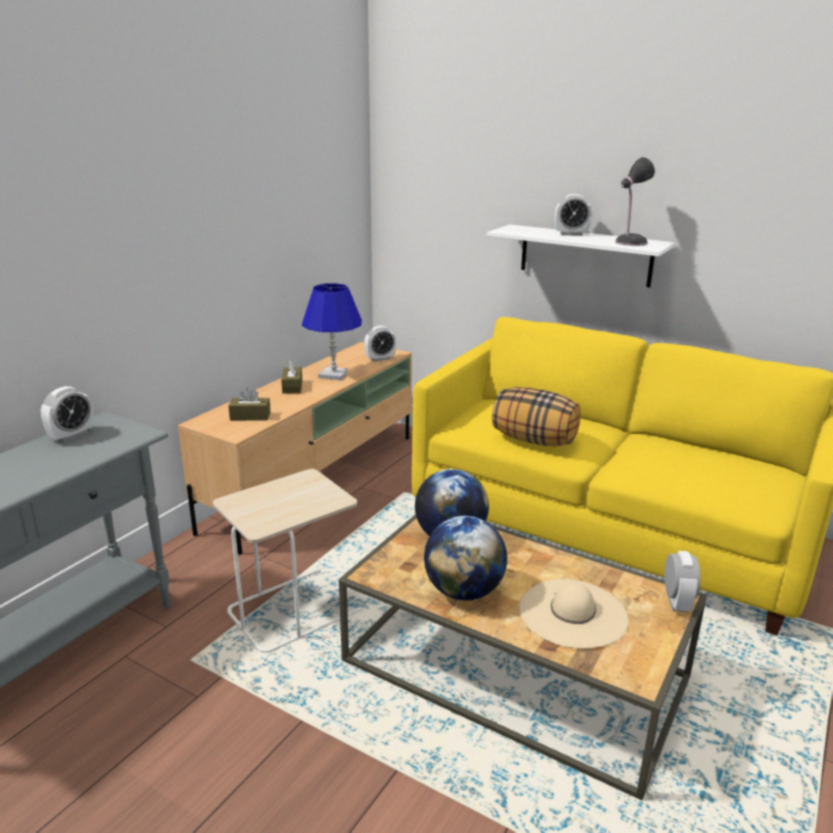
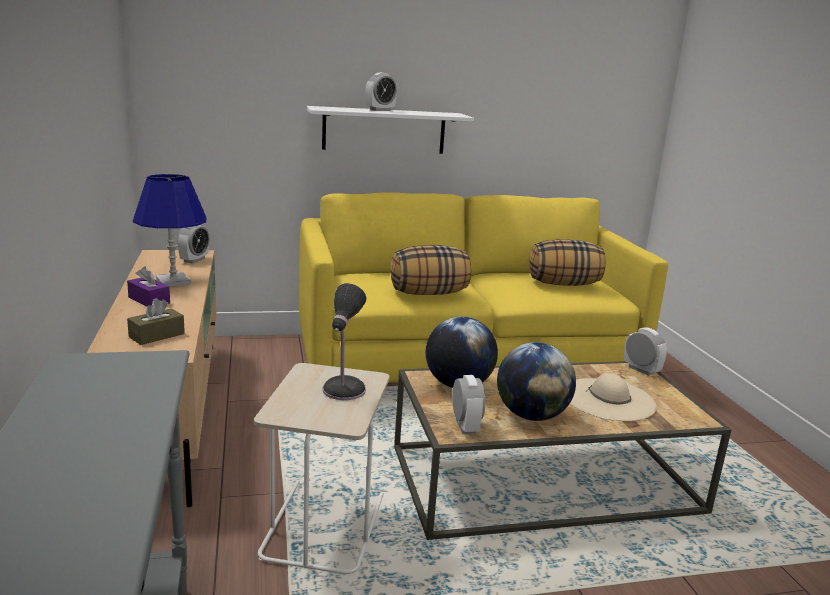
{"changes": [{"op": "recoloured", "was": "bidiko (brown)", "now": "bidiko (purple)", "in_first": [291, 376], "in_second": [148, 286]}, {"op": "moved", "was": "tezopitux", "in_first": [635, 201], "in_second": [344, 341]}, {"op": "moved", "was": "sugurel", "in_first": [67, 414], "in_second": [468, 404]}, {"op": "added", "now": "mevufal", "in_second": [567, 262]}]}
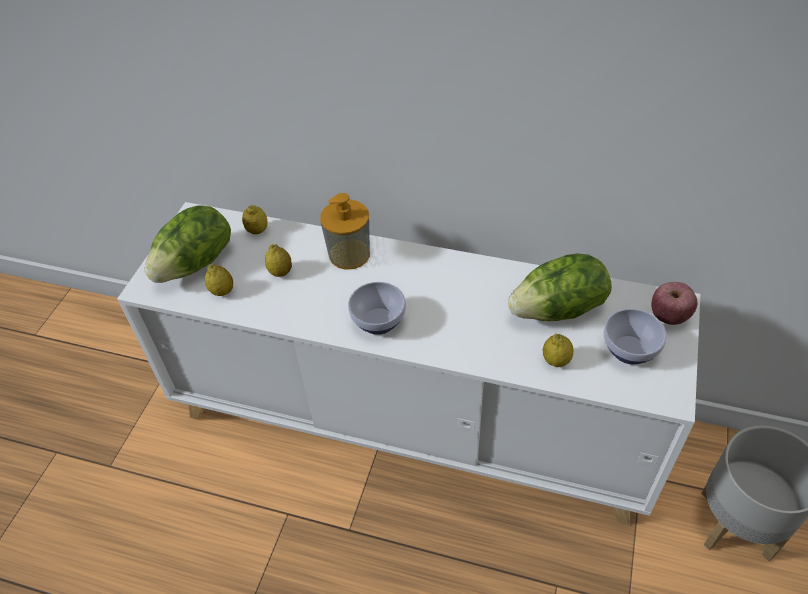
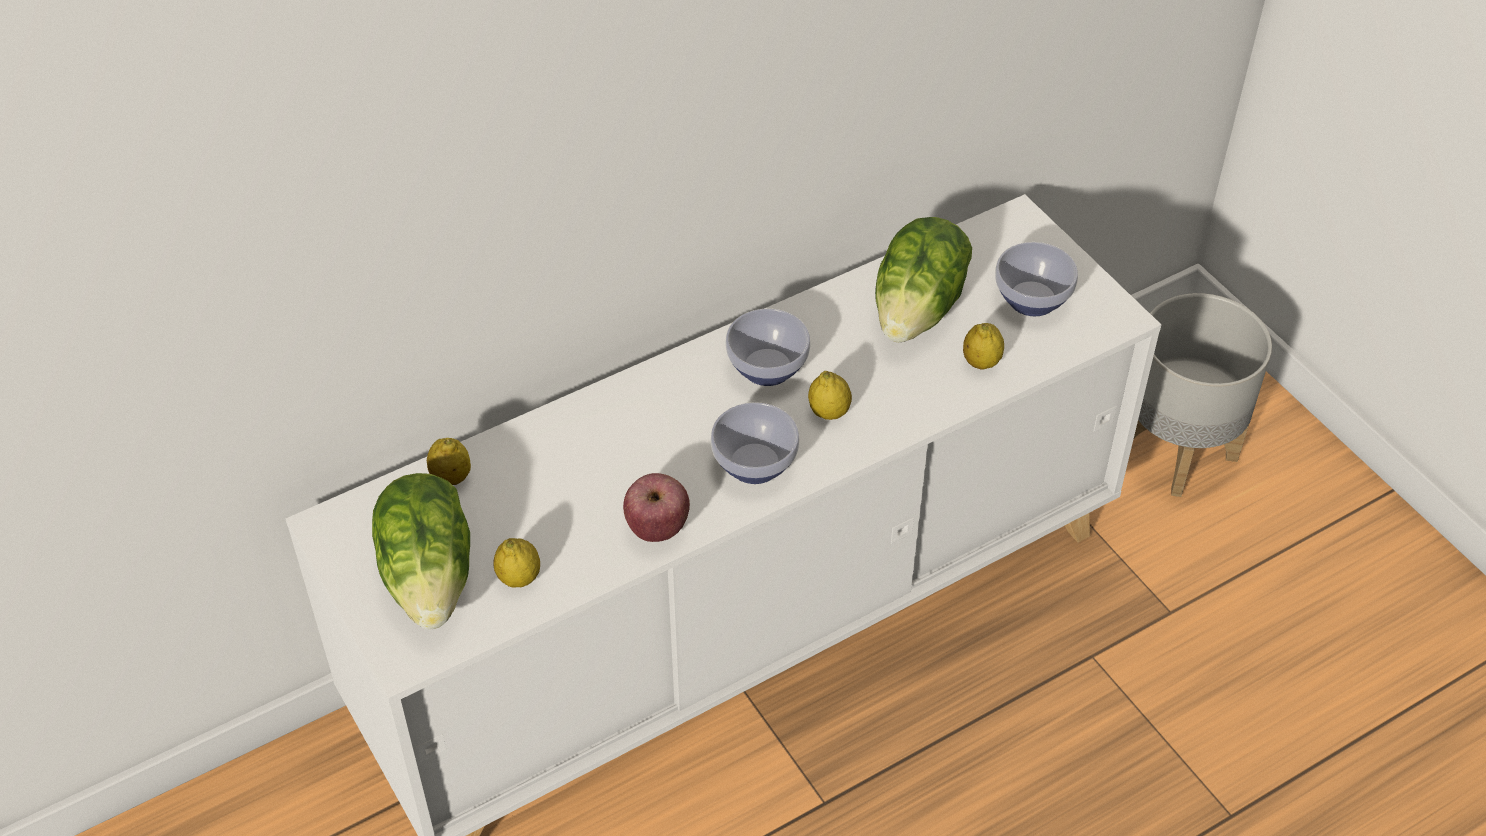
{"changes": [{"op": "moved", "was": "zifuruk", "in_first": [674, 303], "in_second": [656, 507]}, {"op": "added", "now": "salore", "in_second": [768, 347]}, {"op": "moved", "was": "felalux", "in_first": [278, 260], "in_second": [830, 395]}, {"op": "removed", "was": "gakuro", "in_first": [345, 231]}]}
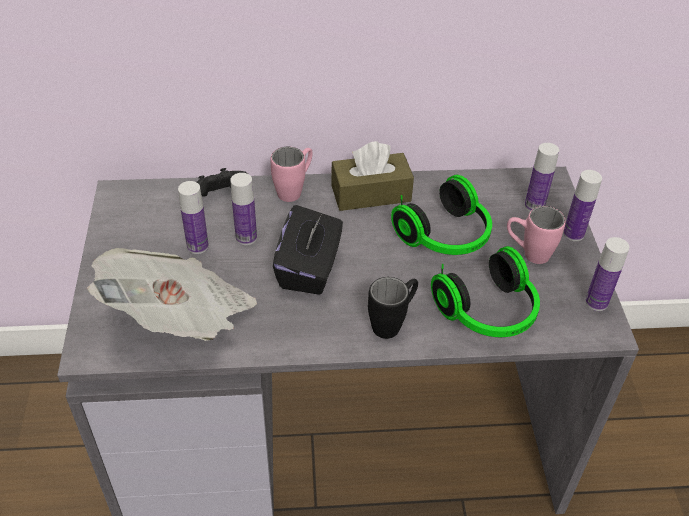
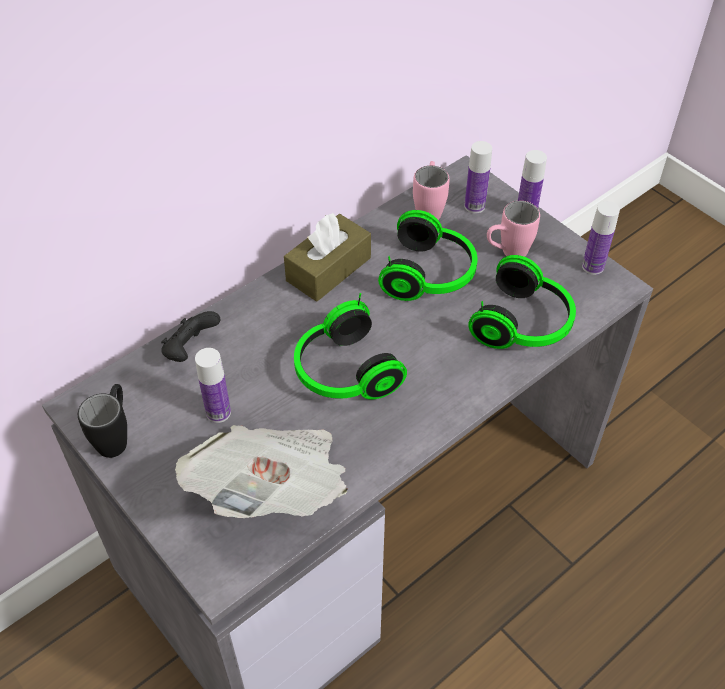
{"changes": [{"op": "moved", "was": "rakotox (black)", "in_first": [393, 308], "in_second": [102, 421]}, {"op": "replaced", "was": "bidiko (black)", "now": "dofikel", "in_first": [308, 250], "in_second": [350, 346]}, {"op": "moved", "was": "rakotox (pink)", "in_first": [292, 174], "in_second": [431, 190]}, {"op": "removed", "was": "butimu", "in_first": [243, 209]}]}
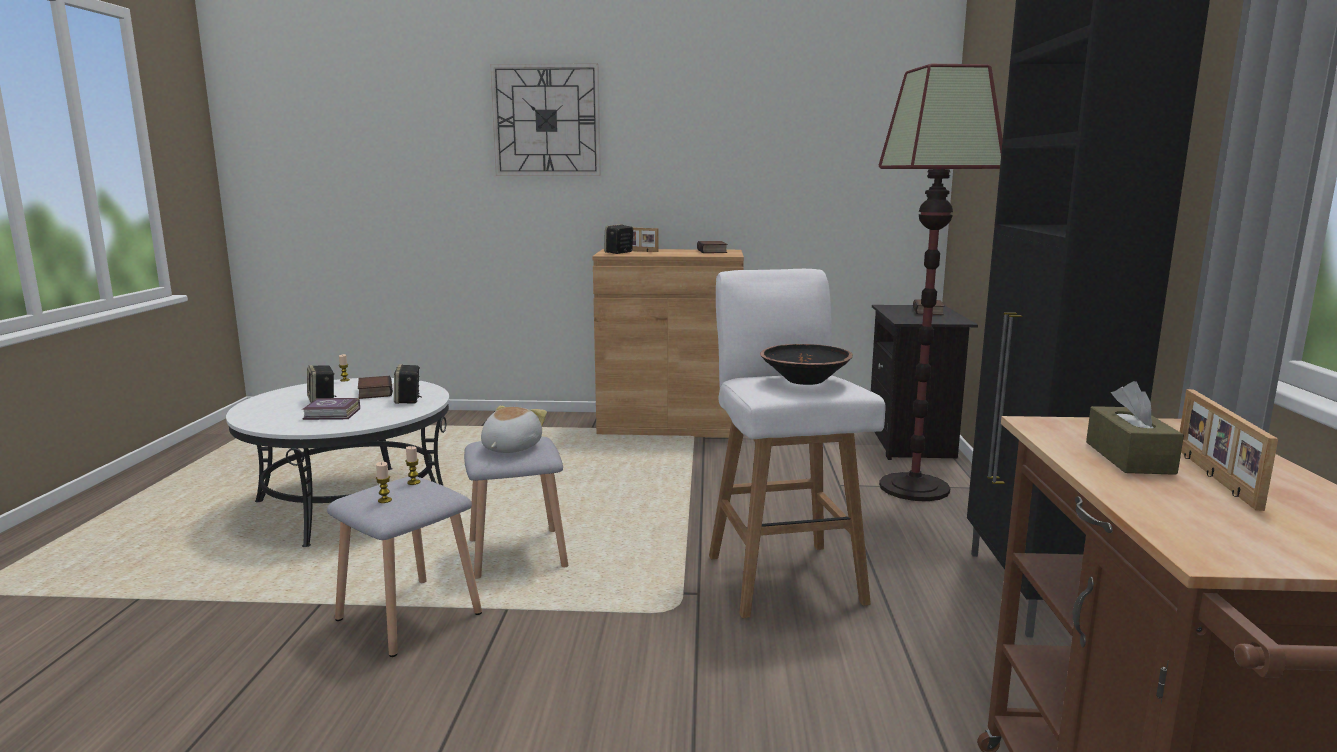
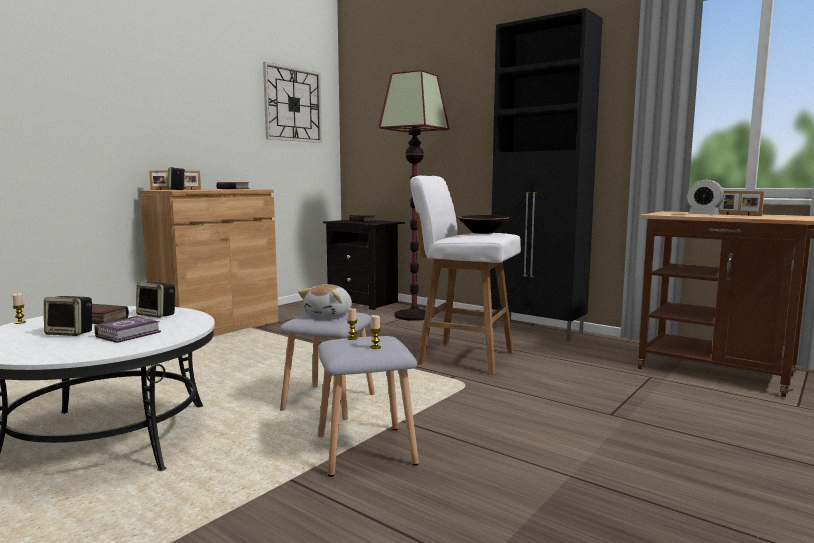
{"changes": [{"op": "moved", "was": "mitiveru", "in_first": [545, 119], "in_second": [292, 102]}, {"op": "turned", "was": "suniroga", "in_first": [514, 429], "in_second": [325, 301], "clockwise": -120}, {"op": "replaced", "was": "bidiko (brown)", "now": "sugurel", "in_first": [1135, 428], "in_second": [705, 197]}]}
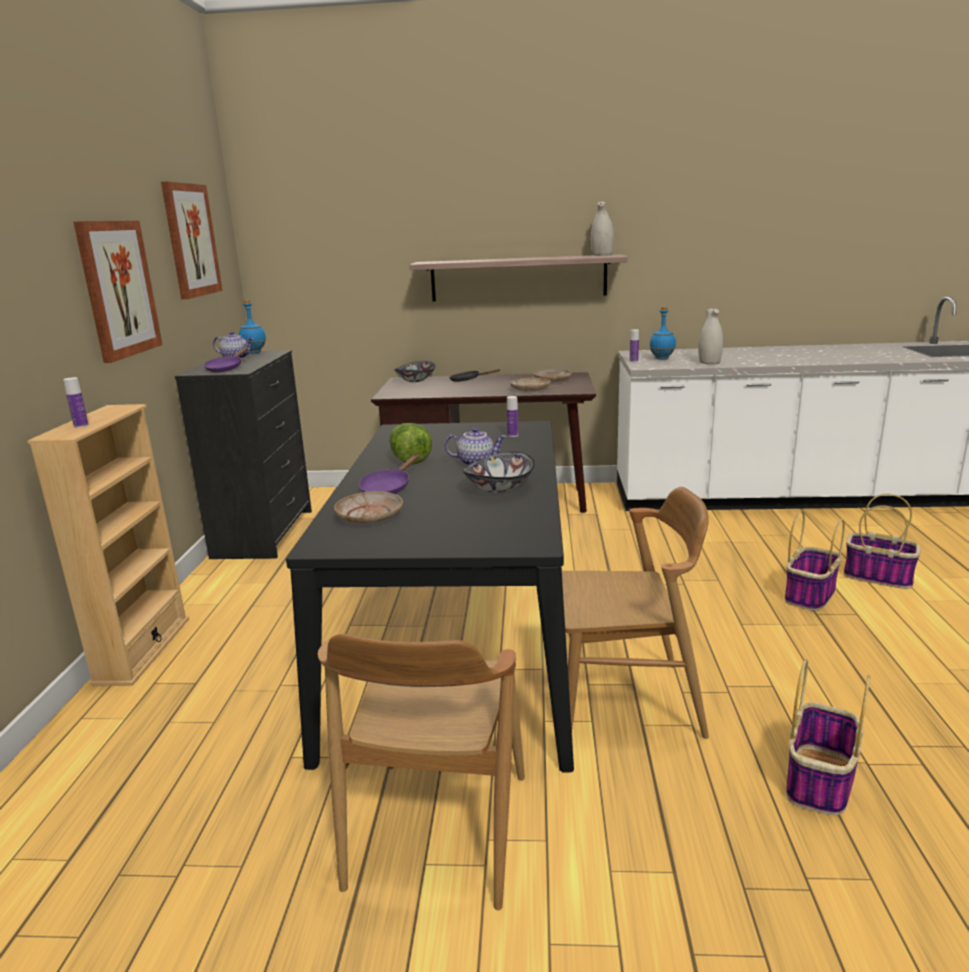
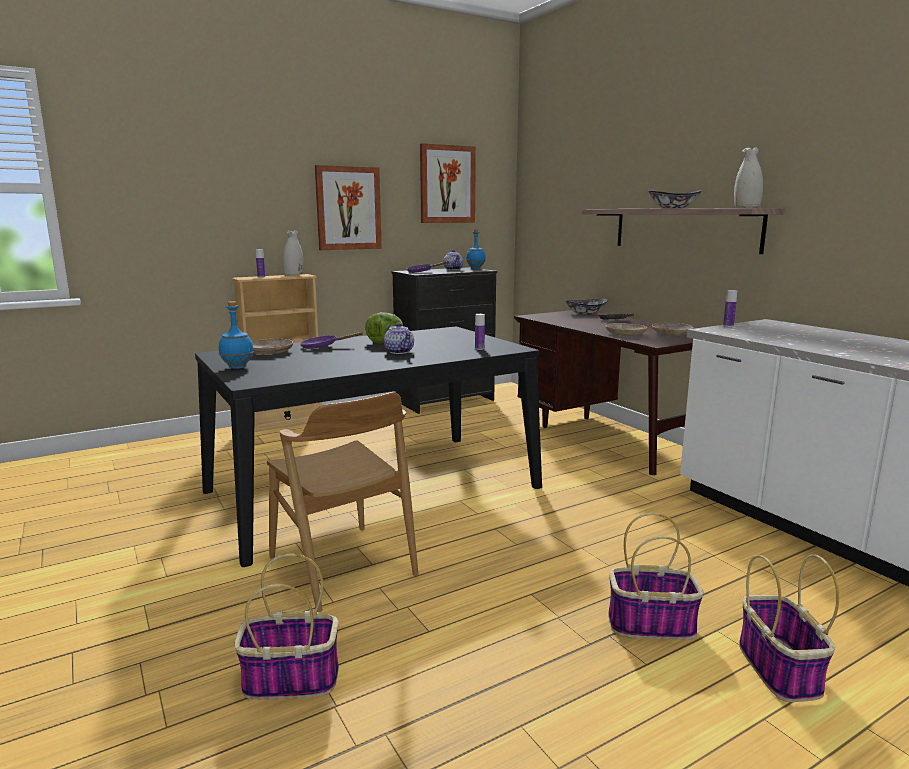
{"changes": [{"op": "moved", "was": "butimu (blue)", "in_first": [662, 333], "in_second": [236, 335]}, {"op": "moved", "was": "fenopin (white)", "in_first": [710, 336], "in_second": [293, 253]}, {"op": "moved", "was": "salore", "in_first": [498, 472], "in_second": [675, 199]}, {"op": "removed", "was": "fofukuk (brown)", "in_first": [421, 772]}]}
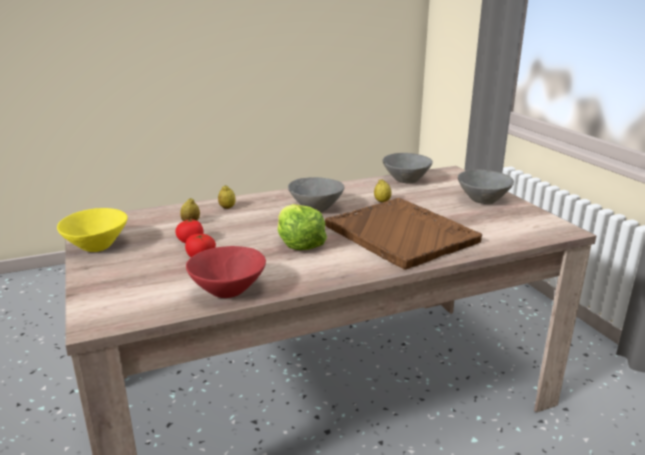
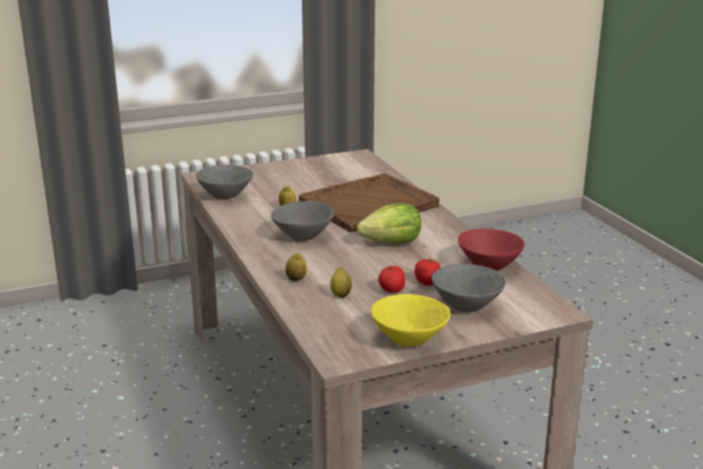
{"changes": [{"op": "moved", "was": "salore (grey)", "in_first": [486, 187], "in_second": [469, 288]}]}
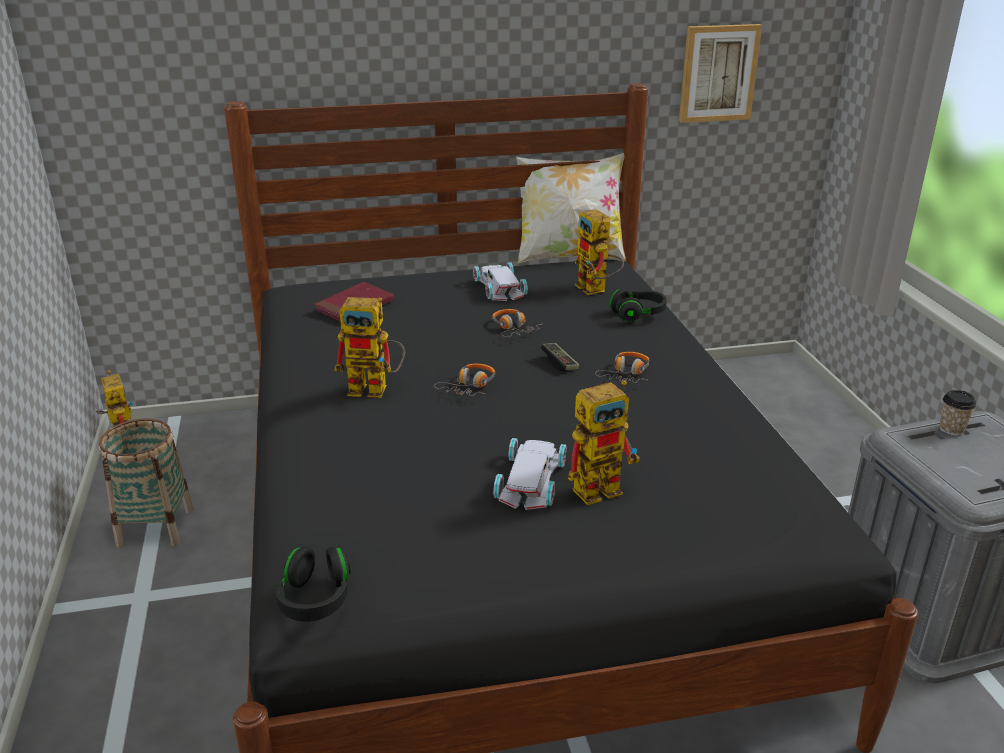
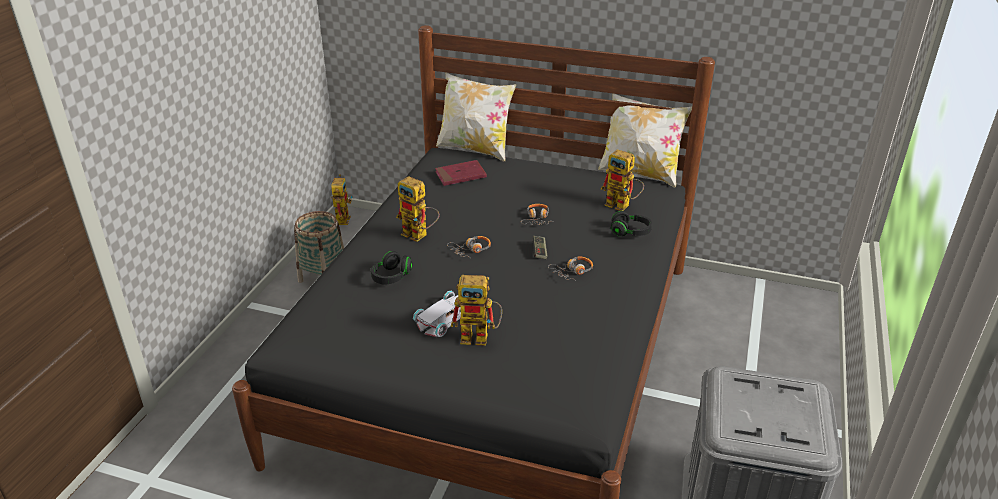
{"changes": [{"op": "moved", "was": "dofikel (black)", "in_first": [313, 584], "in_second": [392, 267]}, {"op": "added", "now": "mevufal", "in_second": [476, 117]}, {"op": "turned", "was": "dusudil", "in_first": [599, 252], "in_second": [622, 180], "clockwise": -60}, {"op": "removed", "was": "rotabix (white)", "in_first": [500, 281]}, {"op": "removed", "was": "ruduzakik", "in_first": [720, 73]}, {"op": "removed", "was": "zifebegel", "in_first": [958, 412]}]}
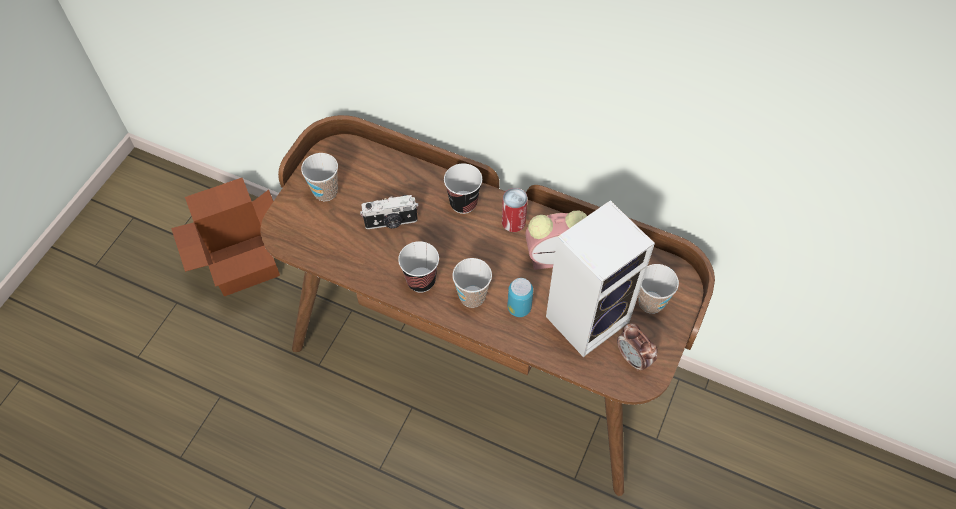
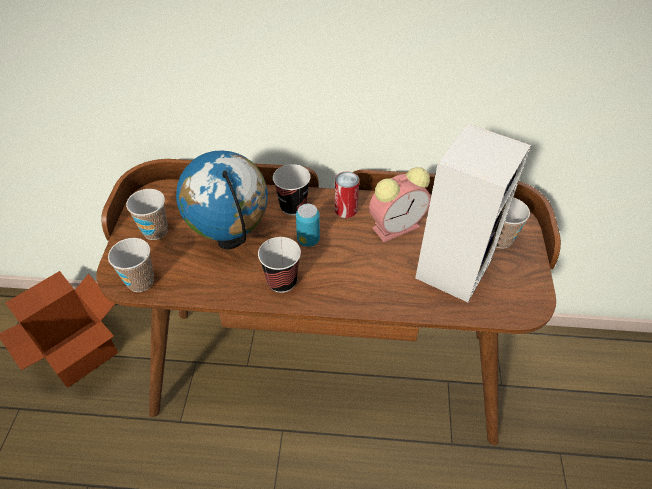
{"changes": [{"op": "moved", "was": "zifebegel", "in_first": [472, 283], "in_second": [131, 265]}, {"op": "replaced", "was": "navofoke", "now": "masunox", "in_first": [389, 212], "in_second": [222, 199]}, {"op": "moved", "was": "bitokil", "in_first": [520, 297], "in_second": [308, 225]}, {"op": "removed", "was": "sugurel", "in_first": [637, 347]}]}
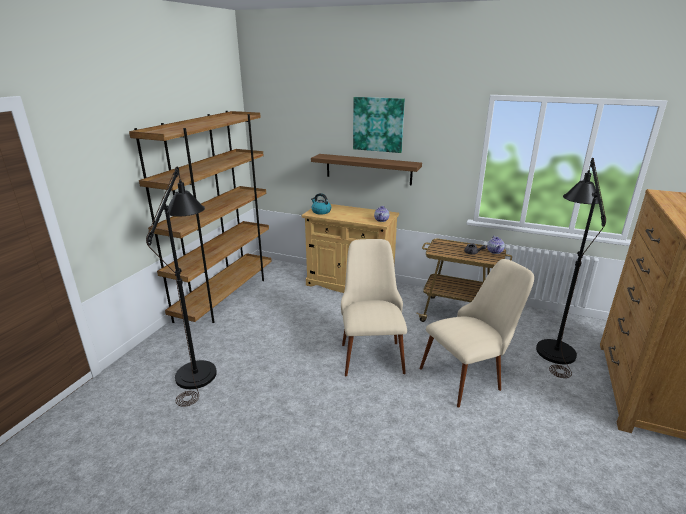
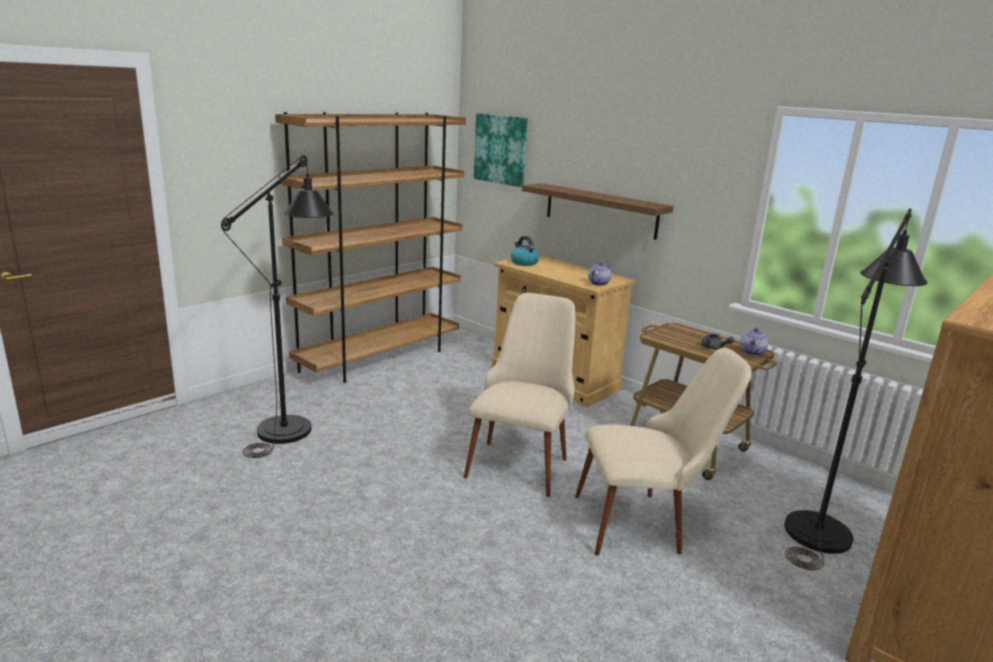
{"changes": [{"op": "moved", "was": "ruduzakik", "in_first": [379, 125], "in_second": [501, 150]}]}
